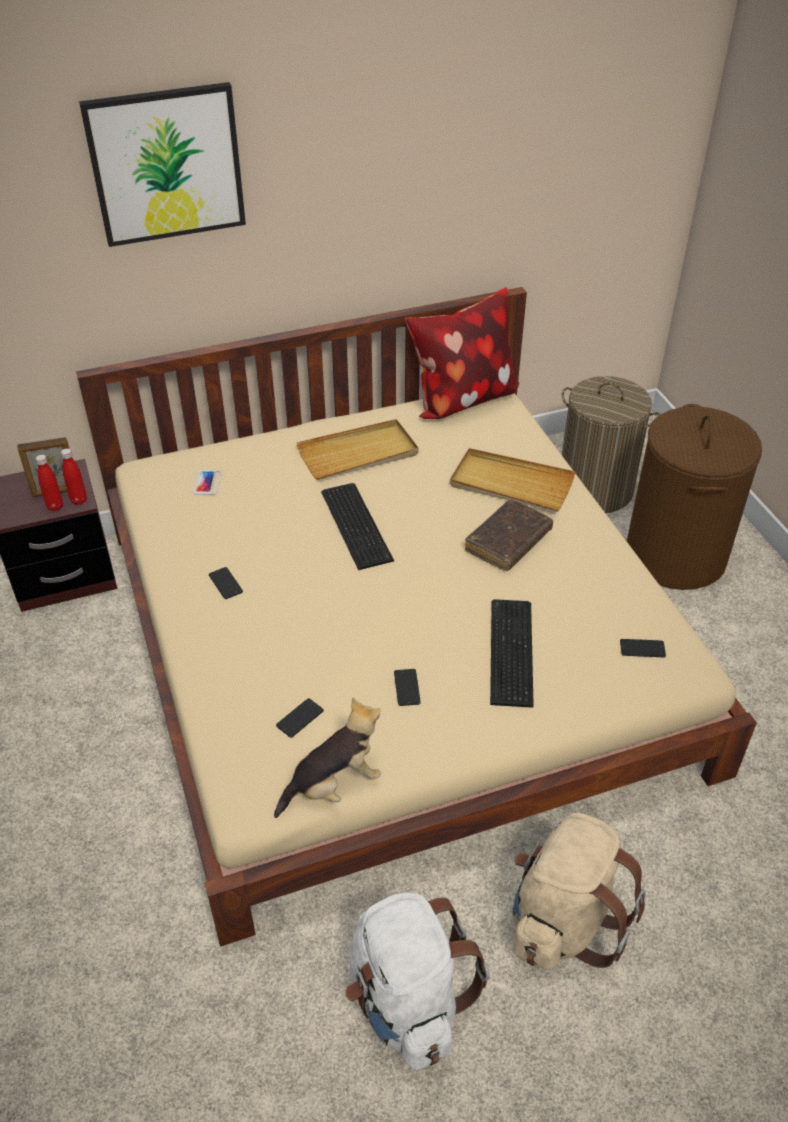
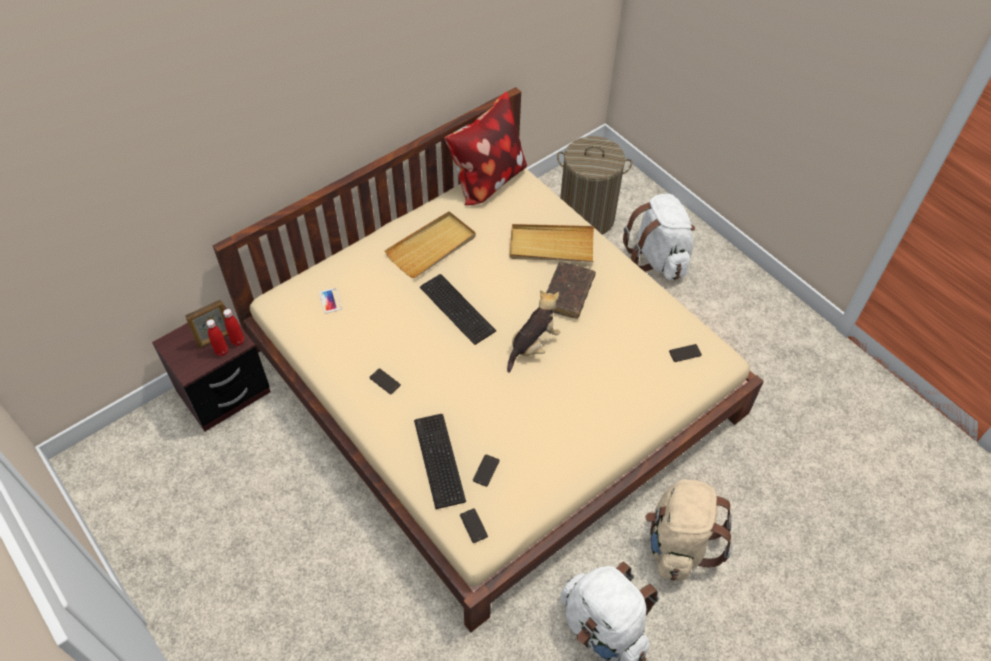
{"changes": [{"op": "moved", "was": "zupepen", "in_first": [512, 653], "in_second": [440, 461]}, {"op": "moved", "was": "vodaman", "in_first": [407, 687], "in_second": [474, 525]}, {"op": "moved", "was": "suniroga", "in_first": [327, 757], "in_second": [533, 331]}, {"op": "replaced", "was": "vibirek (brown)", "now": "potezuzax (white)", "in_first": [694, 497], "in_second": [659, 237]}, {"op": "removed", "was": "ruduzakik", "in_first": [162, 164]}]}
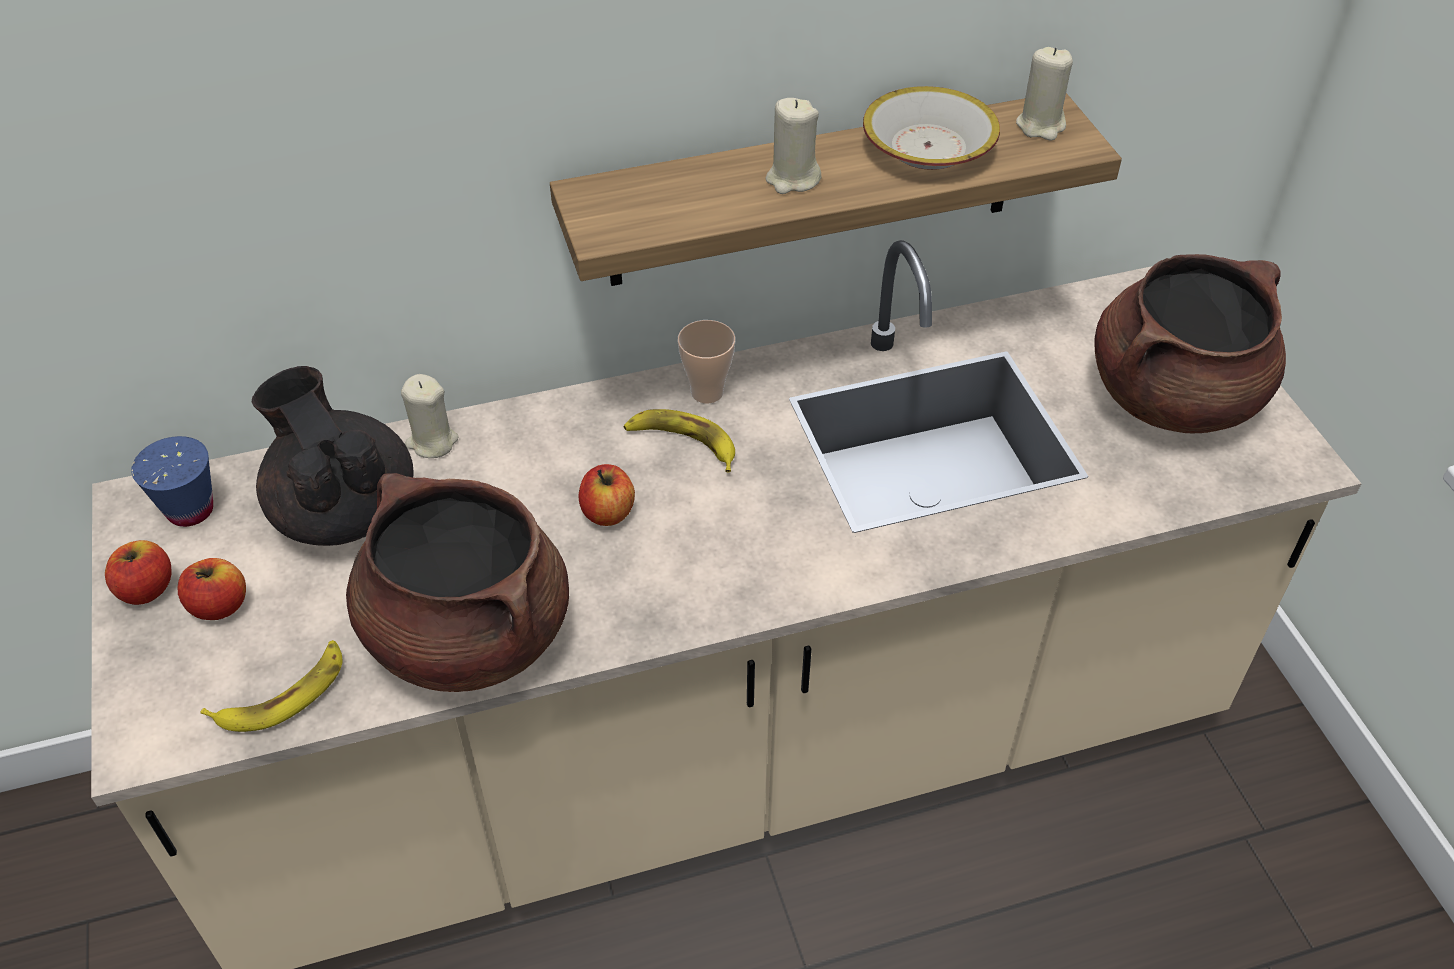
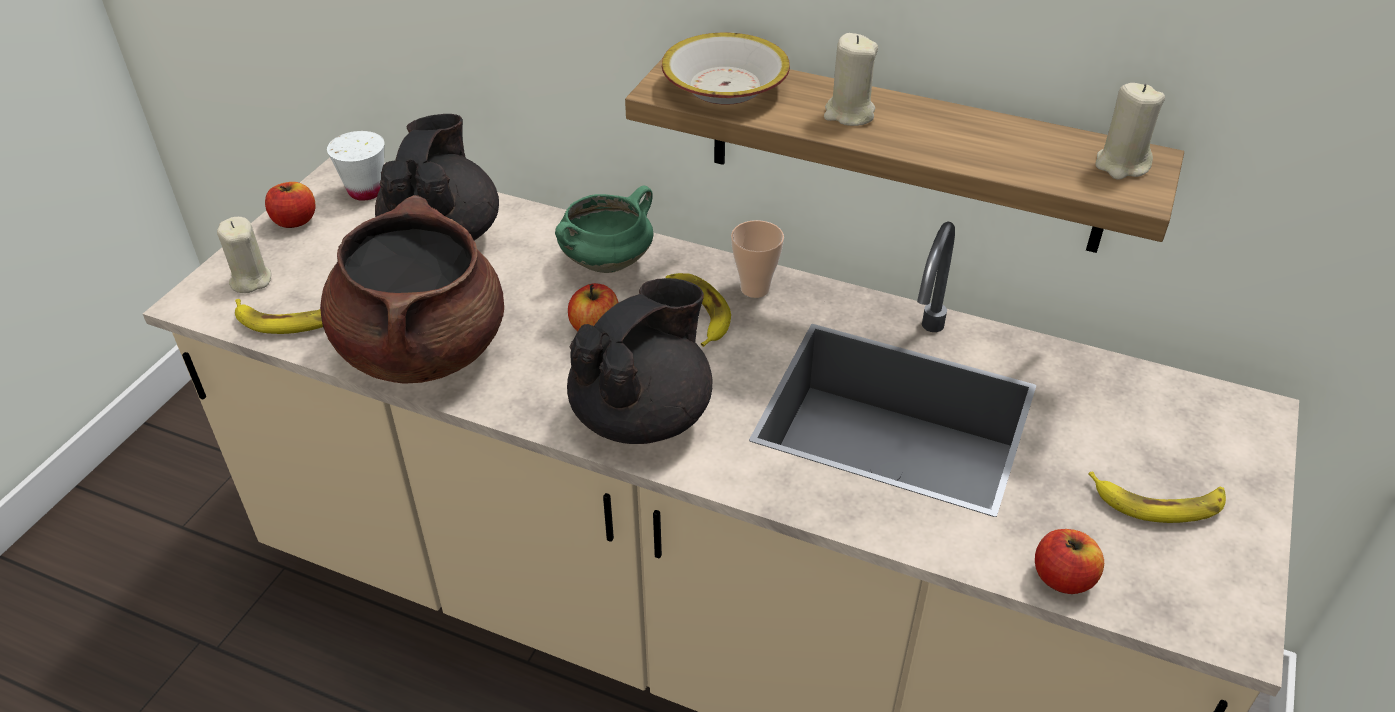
{"changes": [{"op": "moved", "was": "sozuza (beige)", "in_first": [430, 416], "in_second": [244, 255]}, {"op": "recoloured", "was": "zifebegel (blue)", "now": "zifebegel (white)", "in_first": [172, 481], "in_second": [355, 166]}, {"op": "added", "now": "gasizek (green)", "in_second": [604, 229]}, {"op": "added", "now": "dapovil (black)", "in_second": [639, 361]}, {"op": "moved", "was": "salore", "in_first": [931, 128], "in_second": [726, 68]}, {"op": "moved", "was": "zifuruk", "in_first": [212, 589], "in_second": [1069, 561]}, {"op": "replaced", "was": "gasizek (brown)", "now": "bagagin", "in_first": [1190, 344], "in_second": [1157, 497]}]}
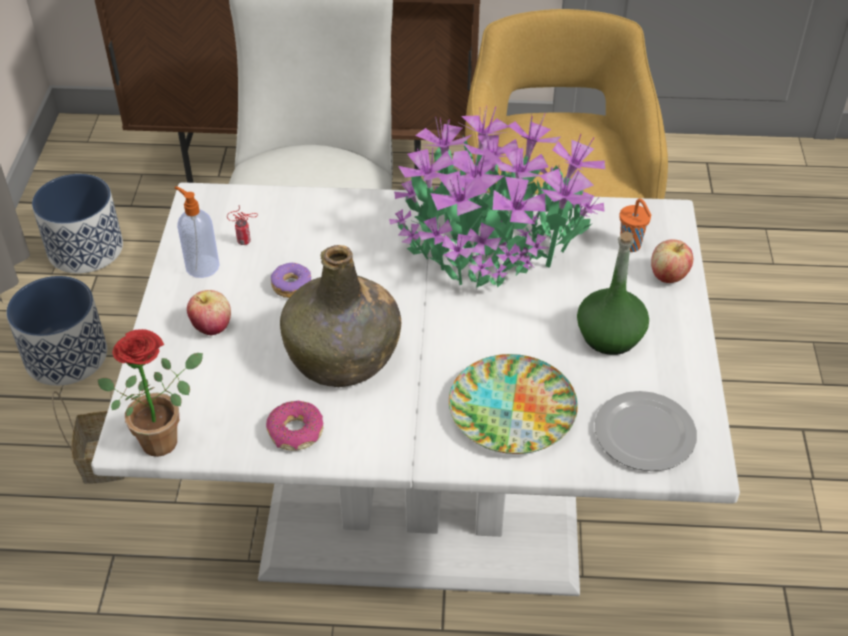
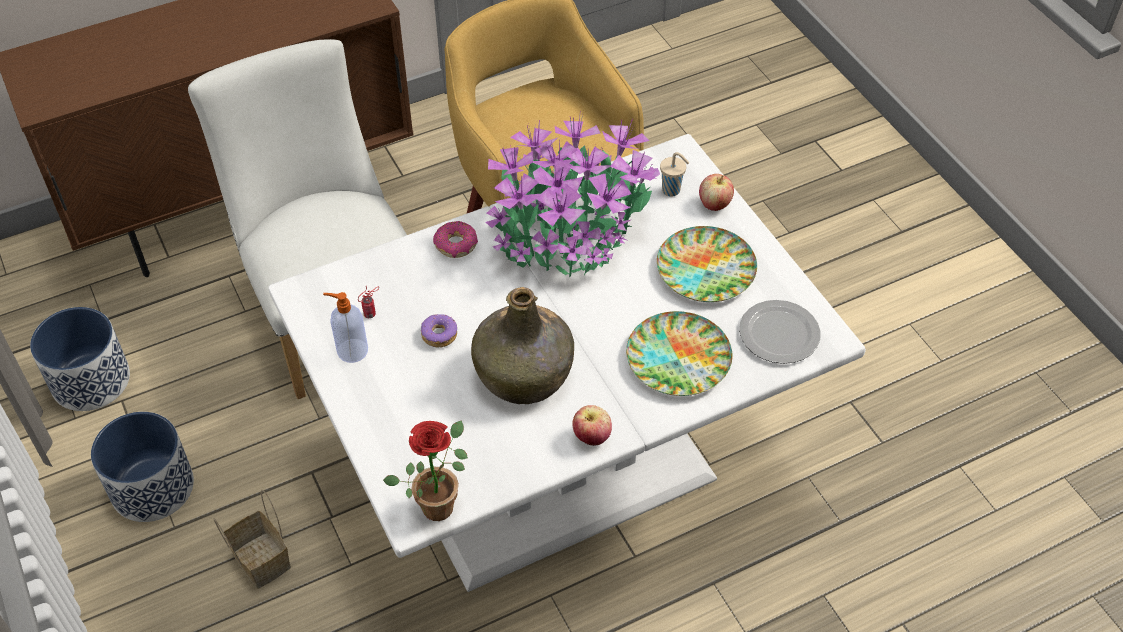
{"changes": [{"op": "moved", "was": "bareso", "in_first": [294, 425], "in_second": [455, 239]}, {"op": "moved", "was": "zifuruk", "in_first": [209, 313], "in_second": [592, 425]}, {"op": "replaced", "was": "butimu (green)", "now": "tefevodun", "in_first": [613, 293], "in_second": [707, 264]}, {"op": "recoloured", "was": "zifebegel (orange)", "now": "zifebegel (beige)", "in_first": [635, 225], "in_second": [674, 174]}]}
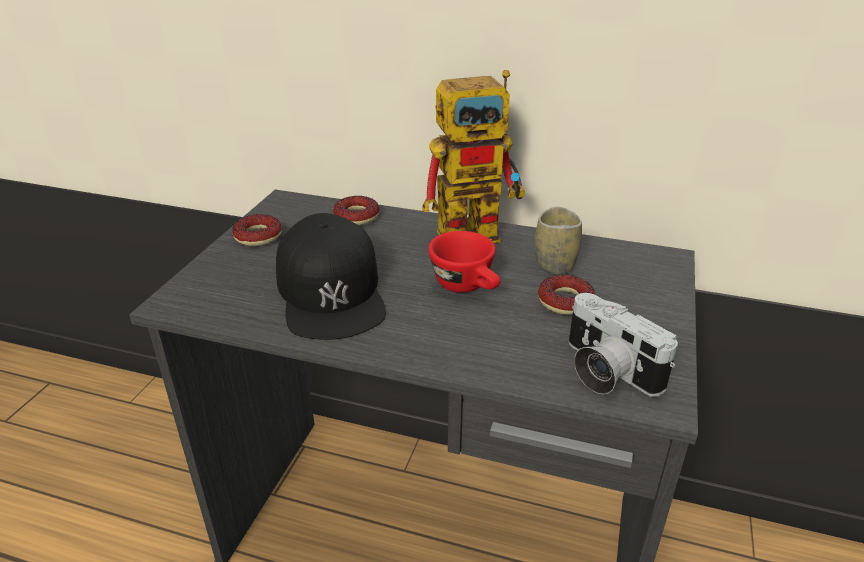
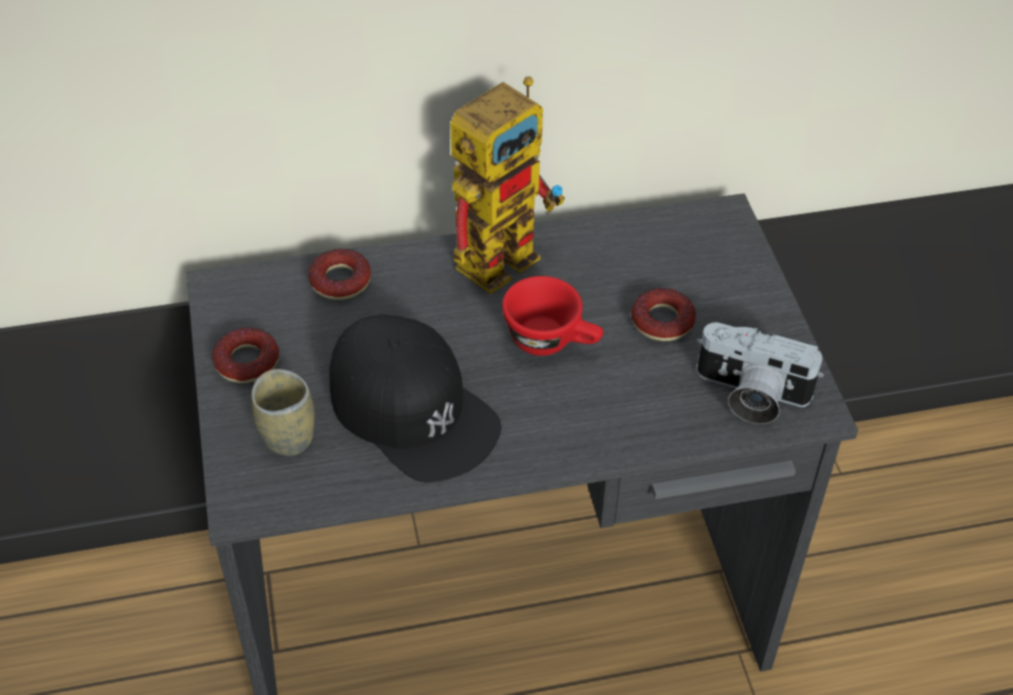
{"changes": [{"op": "moved", "was": "zifebegel", "in_first": [558, 241], "in_second": [283, 412]}]}
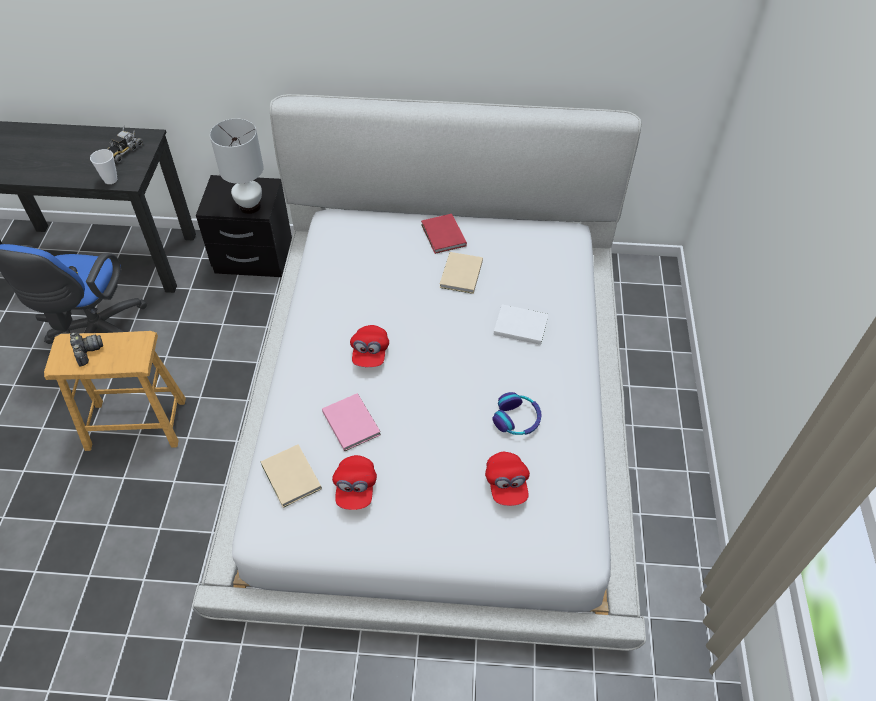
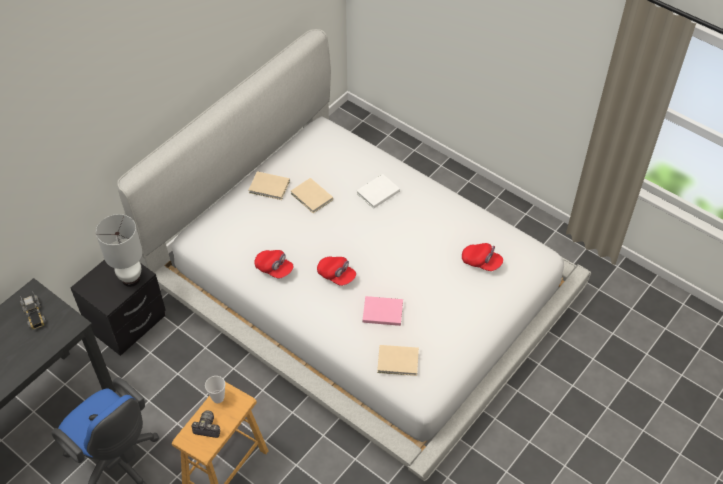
{"changes": [{"op": "moved", "was": "zifebegel", "in_first": [103, 166], "in_second": [215, 389]}, {"op": "recoloured", "was": "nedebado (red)", "now": "nedebado (beige)", "in_first": [444, 234], "in_second": [269, 185]}, {"op": "moved", "was": "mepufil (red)", "in_first": [354, 482], "in_second": [274, 264]}, {"op": "removed", "was": "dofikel", "in_first": [517, 413]}]}
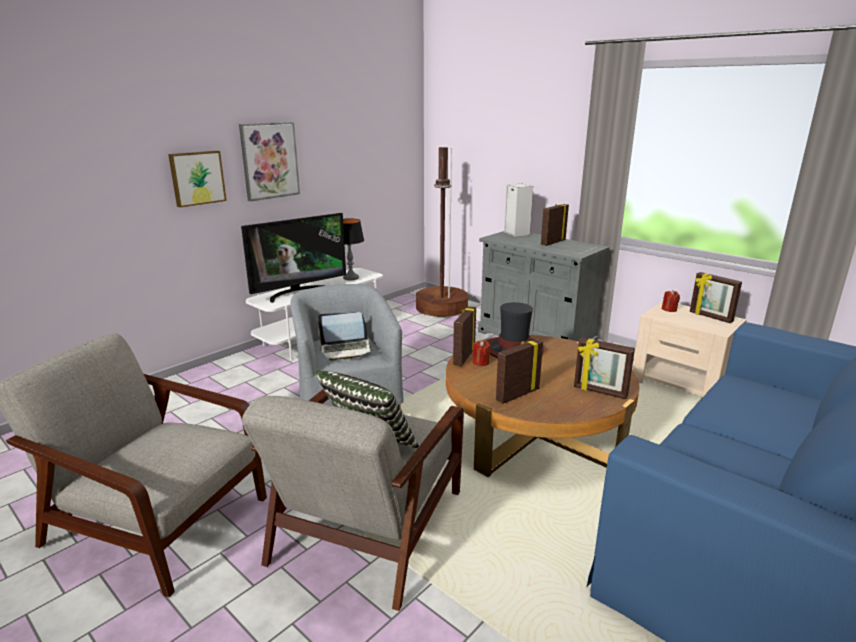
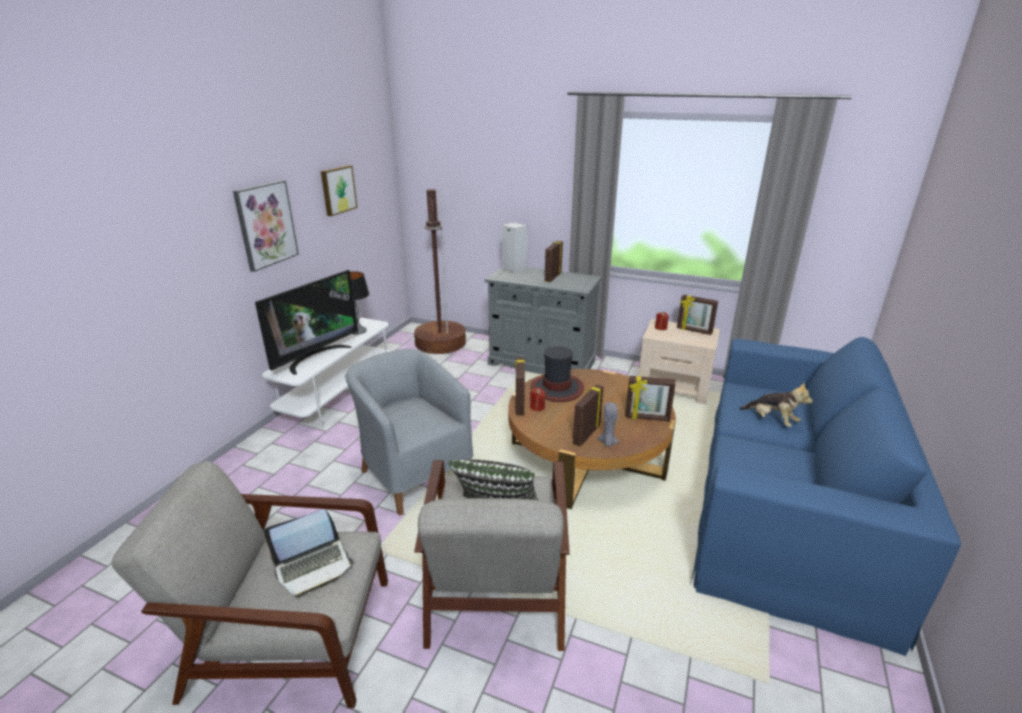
{"changes": [{"op": "moved", "was": "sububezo", "in_first": [346, 336], "in_second": [308, 553]}, {"op": "moved", "was": "ruduzakik", "in_first": [197, 179], "in_second": [339, 190]}, {"op": "added", "now": "sozuza (grey)", "in_second": [608, 424]}, {"op": "added", "now": "suniroga", "in_second": [776, 405]}]}
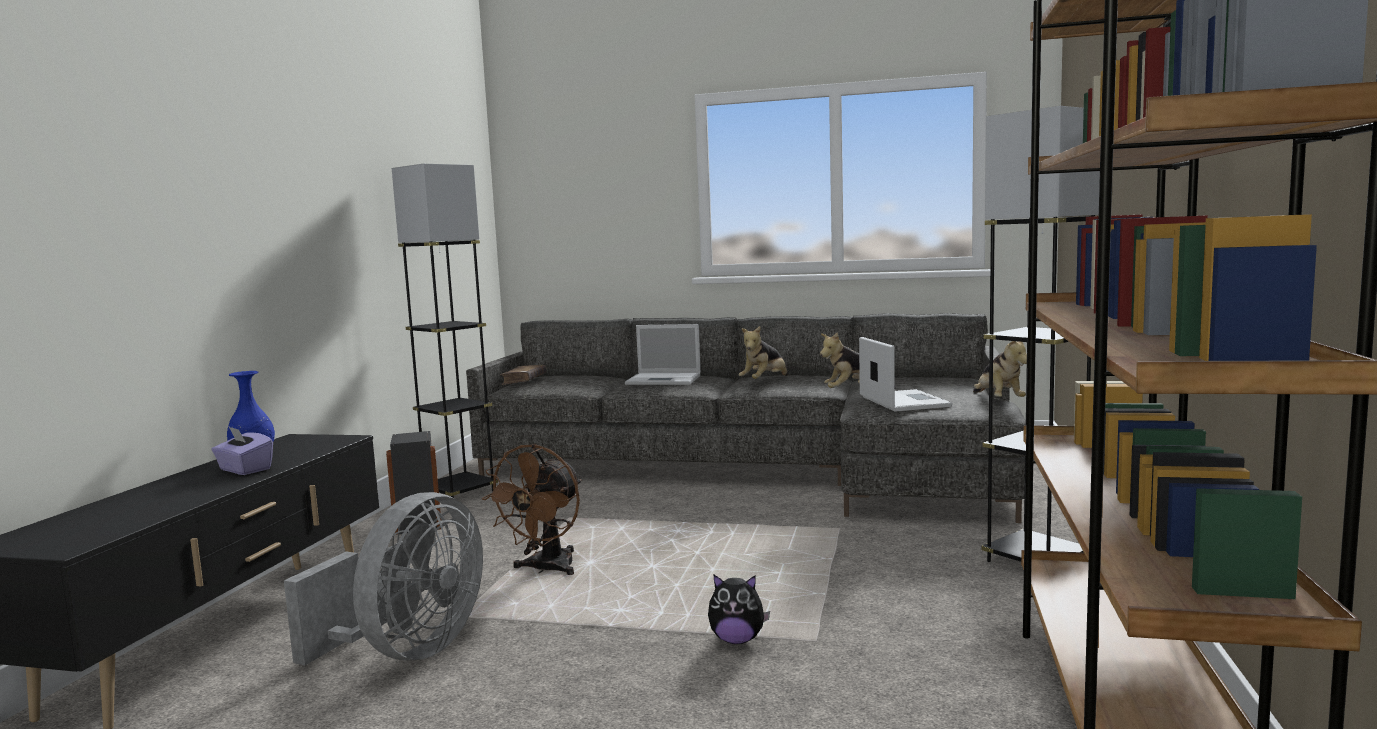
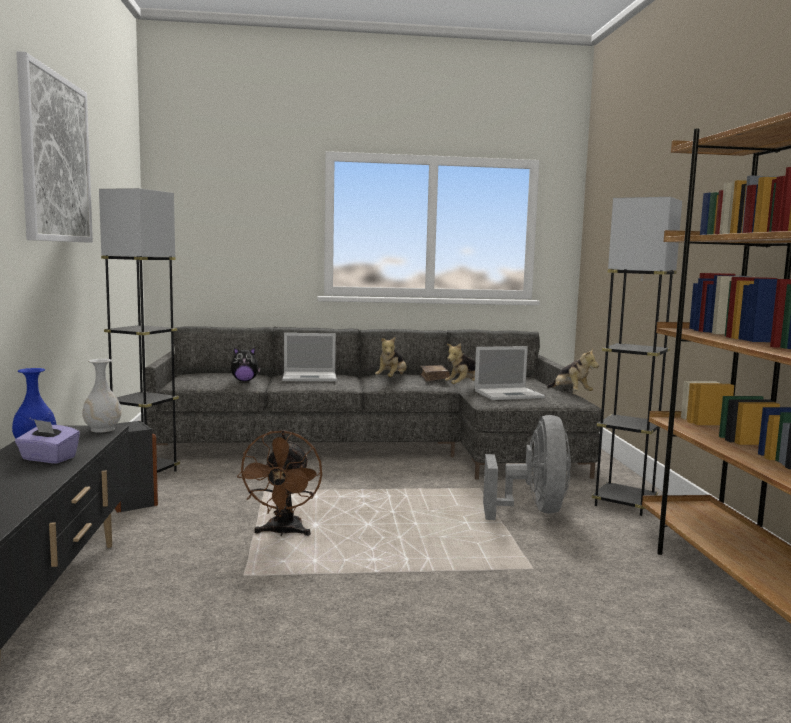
{"changes": [{"op": "added", "now": "ruduzakik", "in_second": [54, 147]}, {"op": "added", "now": "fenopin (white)", "in_second": [102, 396]}, {"op": "moved", "was": "suniroga", "in_first": [739, 609], "in_second": [246, 364]}, {"op": "moved", "was": "nedebado (brown)", "in_first": [523, 375], "in_second": [435, 373]}, {"op": "turned", "was": "sububezo", "in_first": [905, 374], "in_second": [509, 373], "clockwise": 105}, {"op": "moved", "was": "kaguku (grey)", "in_first": [383, 578], "in_second": [527, 467]}]}
